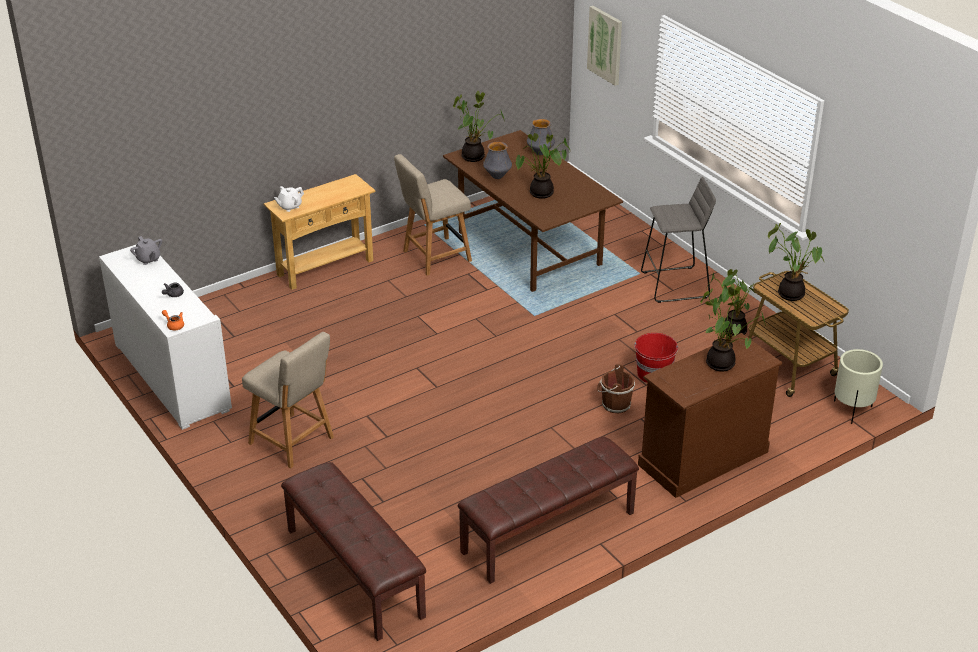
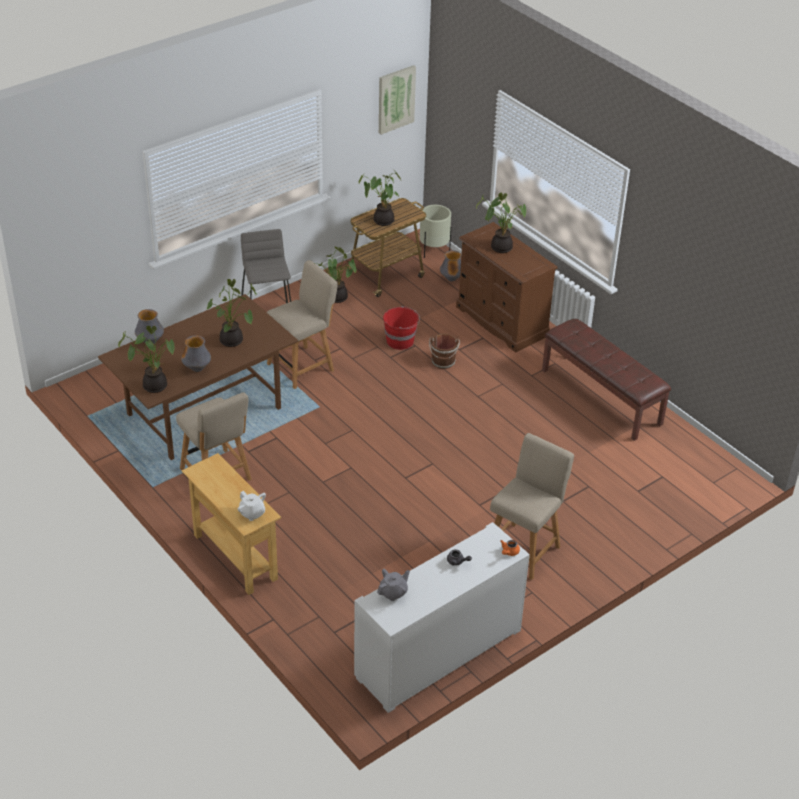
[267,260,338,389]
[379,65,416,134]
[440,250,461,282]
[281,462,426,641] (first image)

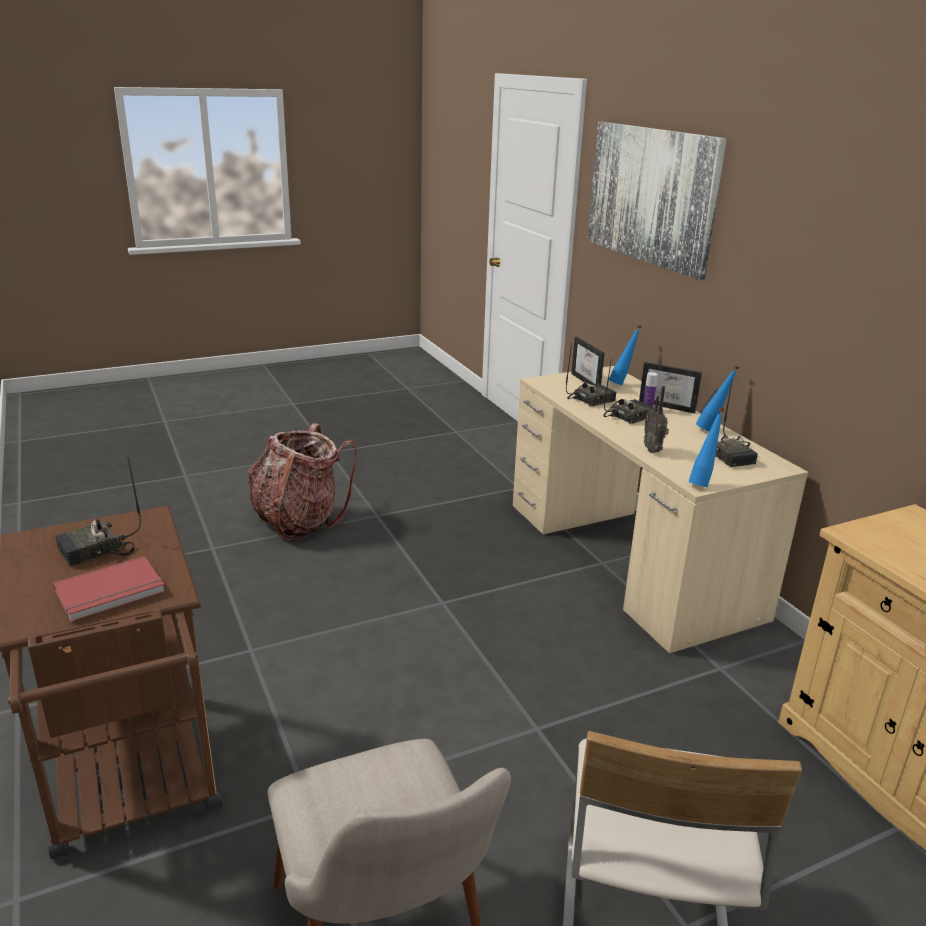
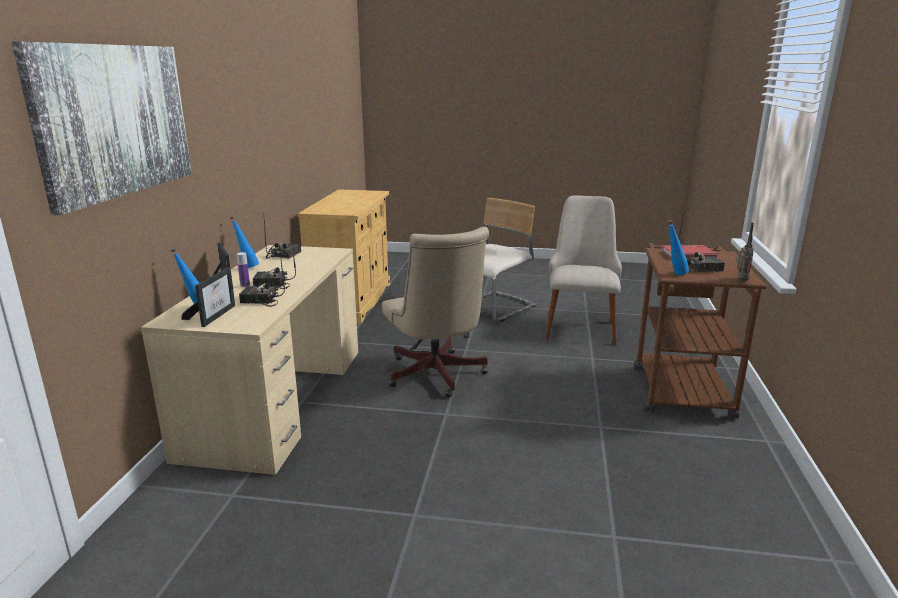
[382,227,489,397]
[668,220,689,275]
[736,223,754,281]
[247,423,358,540] (first image)

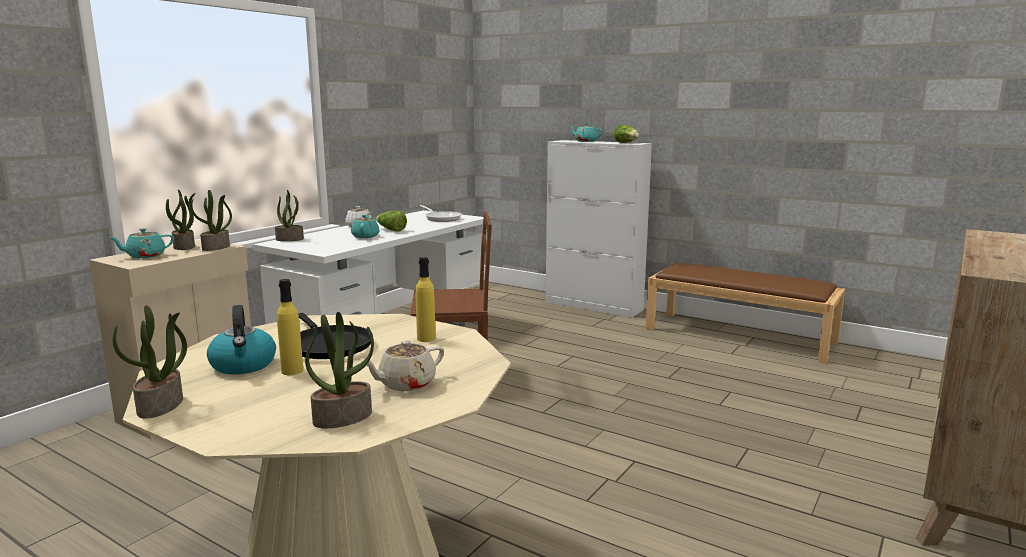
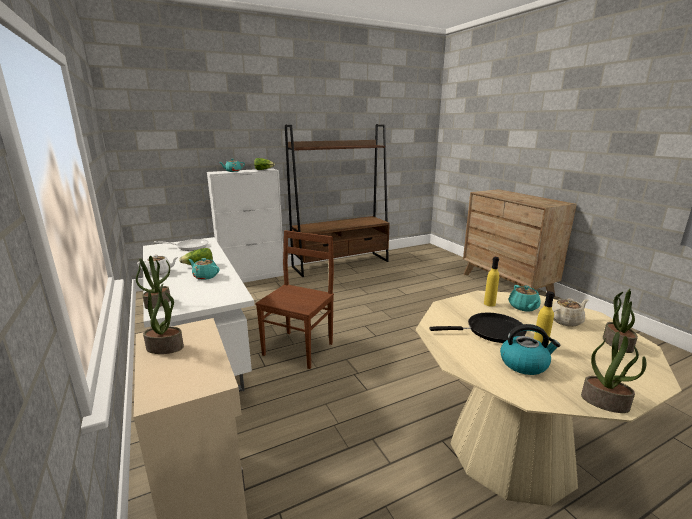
[285,124,390,277]
[508,285,541,312]
[552,298,589,327]
[191,190,232,251] (first image)

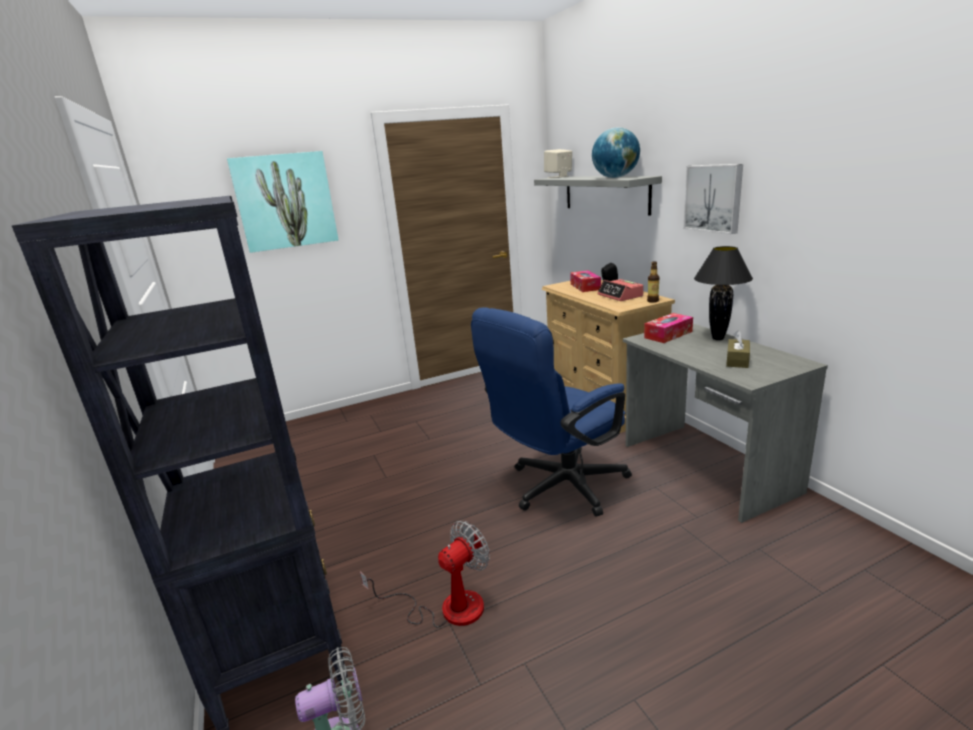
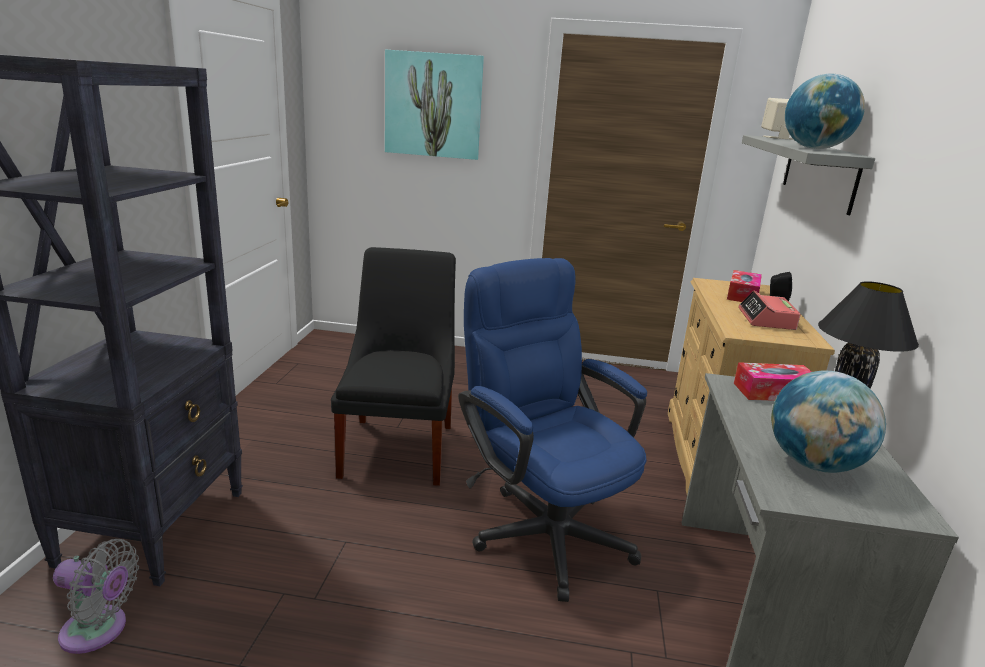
[331,247,456,486]
[458,258,647,602]
[771,370,886,473]
[360,520,490,628] (first image)
[647,261,659,303] (first image)
[683,164,743,234] (first image)

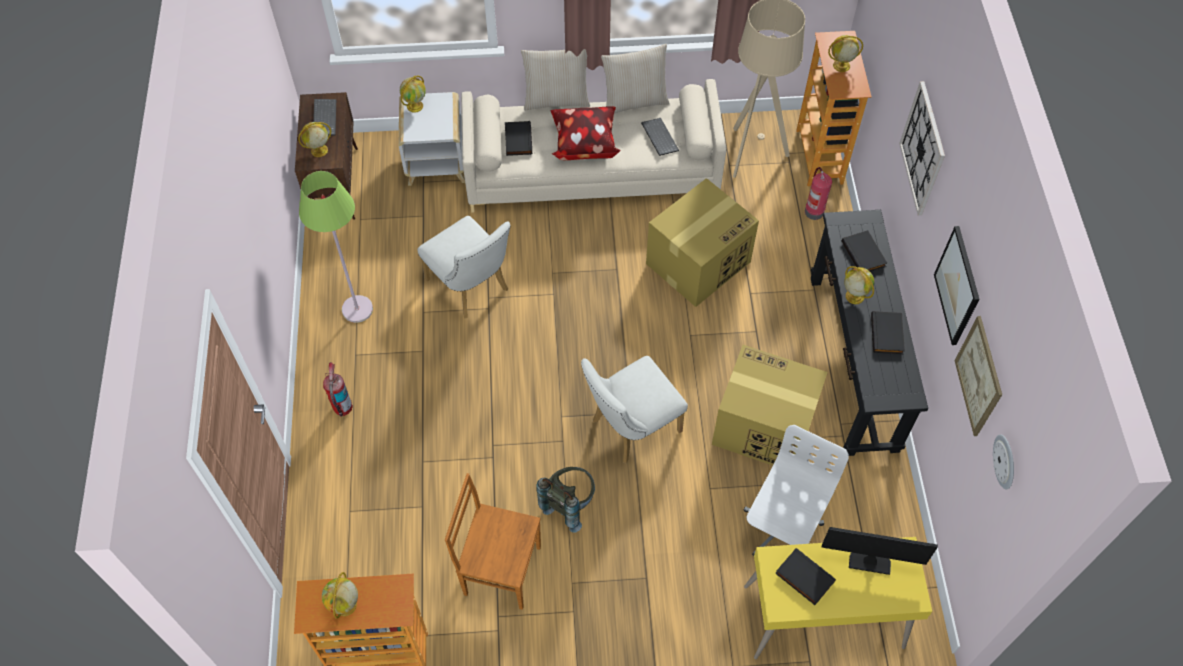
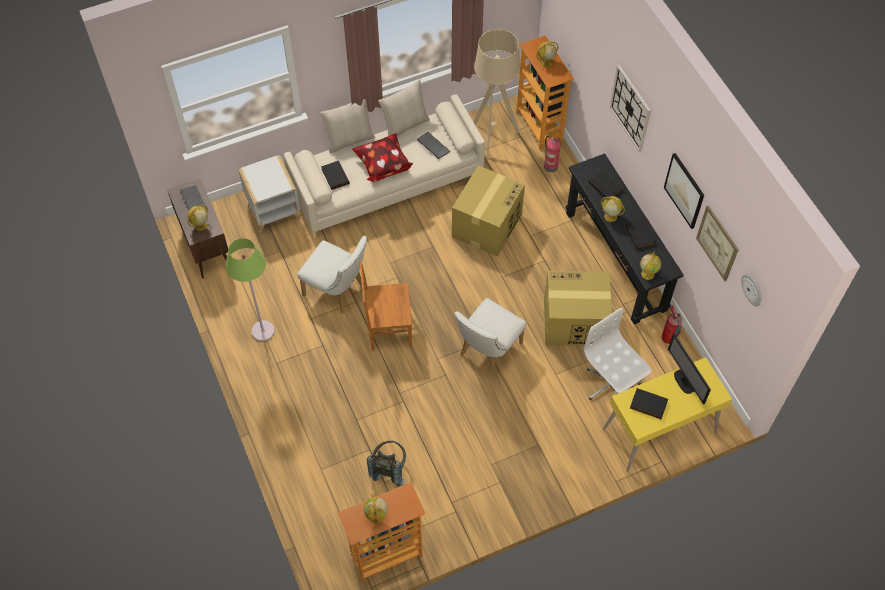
[360,262,412,351]
[367,441,406,487]
[584,308,651,400]
[640,252,661,280]
[662,306,682,344]
[668,333,711,404]

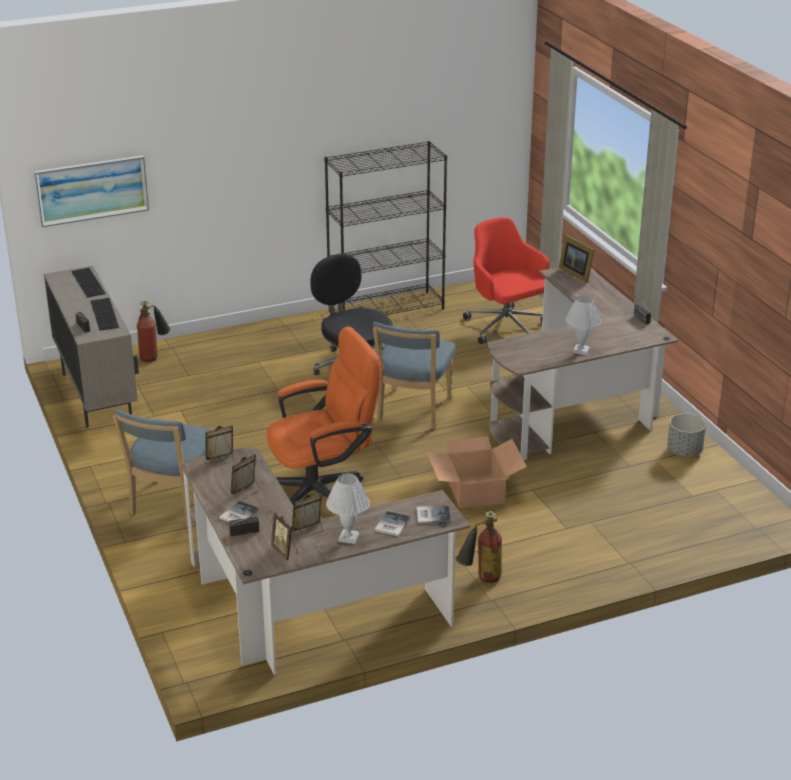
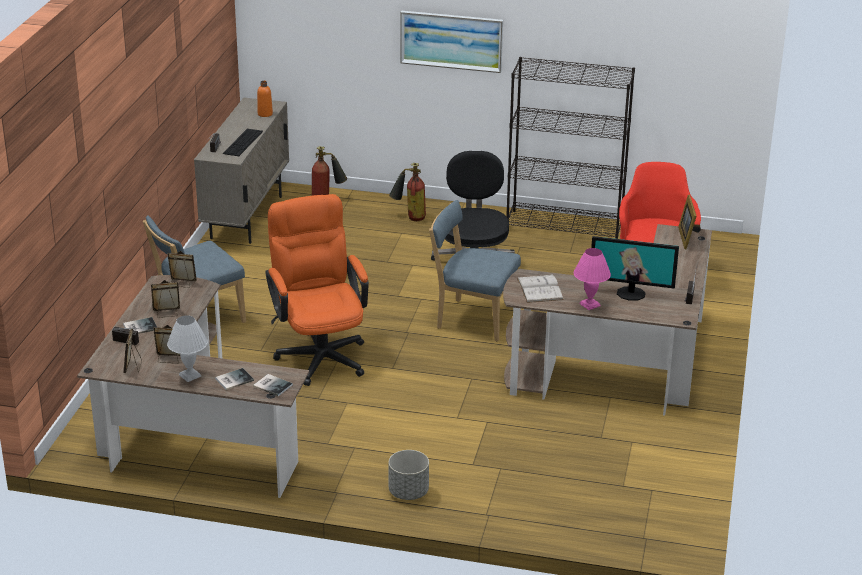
[257,81,273,117]
[265,194,369,386]
[389,163,426,221]
[389,450,429,500]
[400,11,503,73]
[429,200,521,341]
[517,274,564,303]
[574,248,611,310]
[591,236,679,301]
[427,436,527,508] (first image)

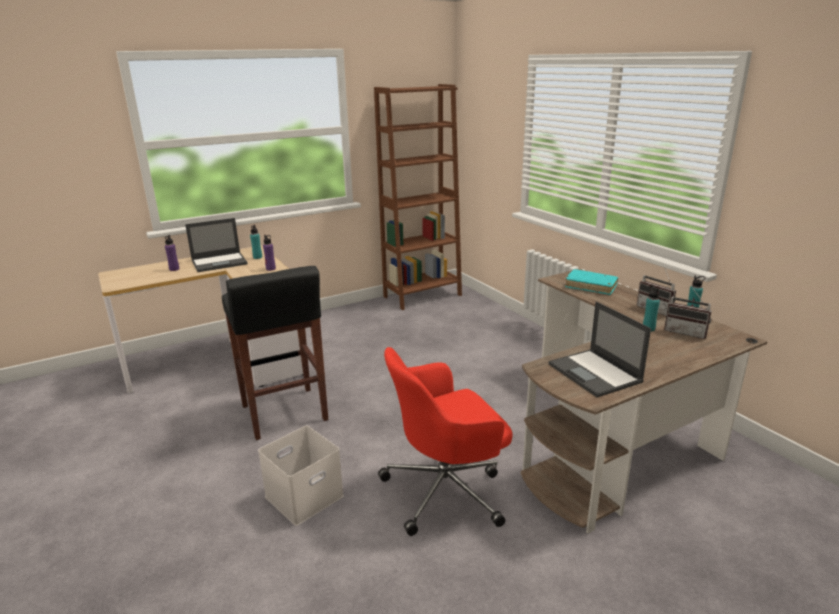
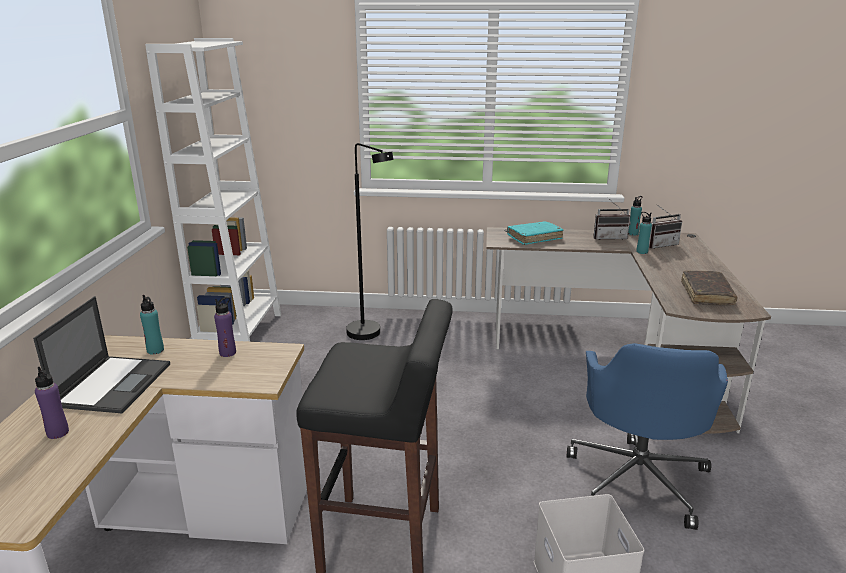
[145,38,281,342]
[346,143,394,340]
[567,343,728,530]
[681,271,737,305]

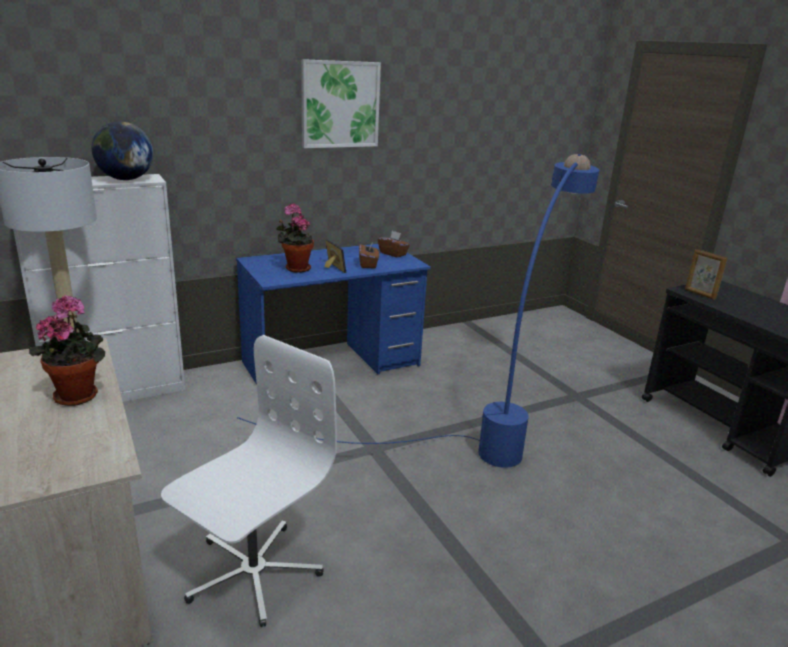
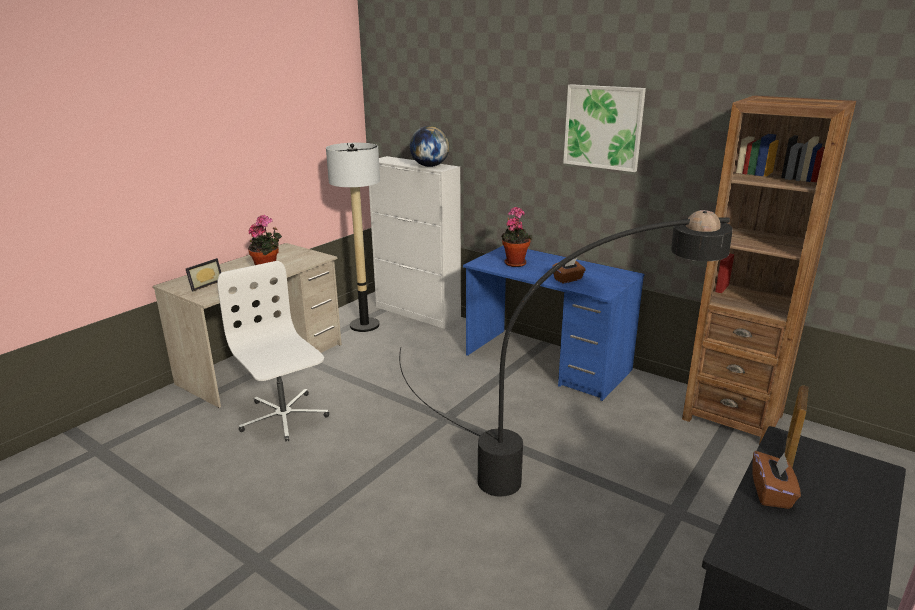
[186,258,221,292]
[217,261,329,442]
[399,210,733,497]
[682,96,856,444]
[752,451,801,509]

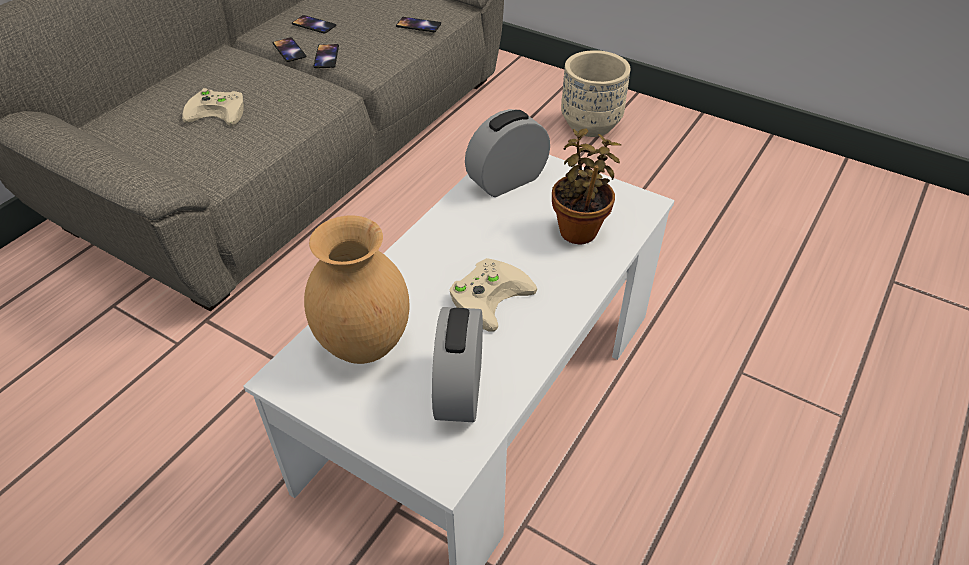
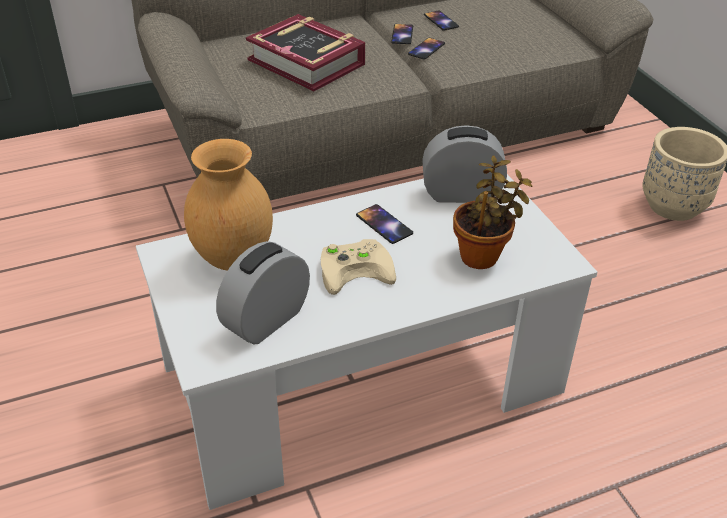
[246,14,365,91]
[356,204,413,244]

